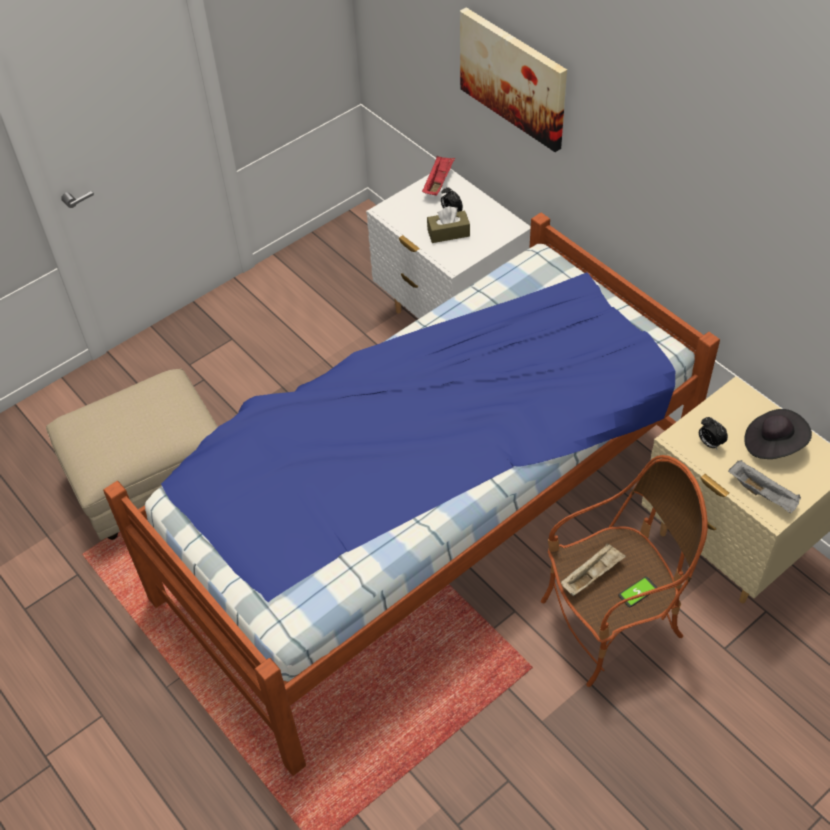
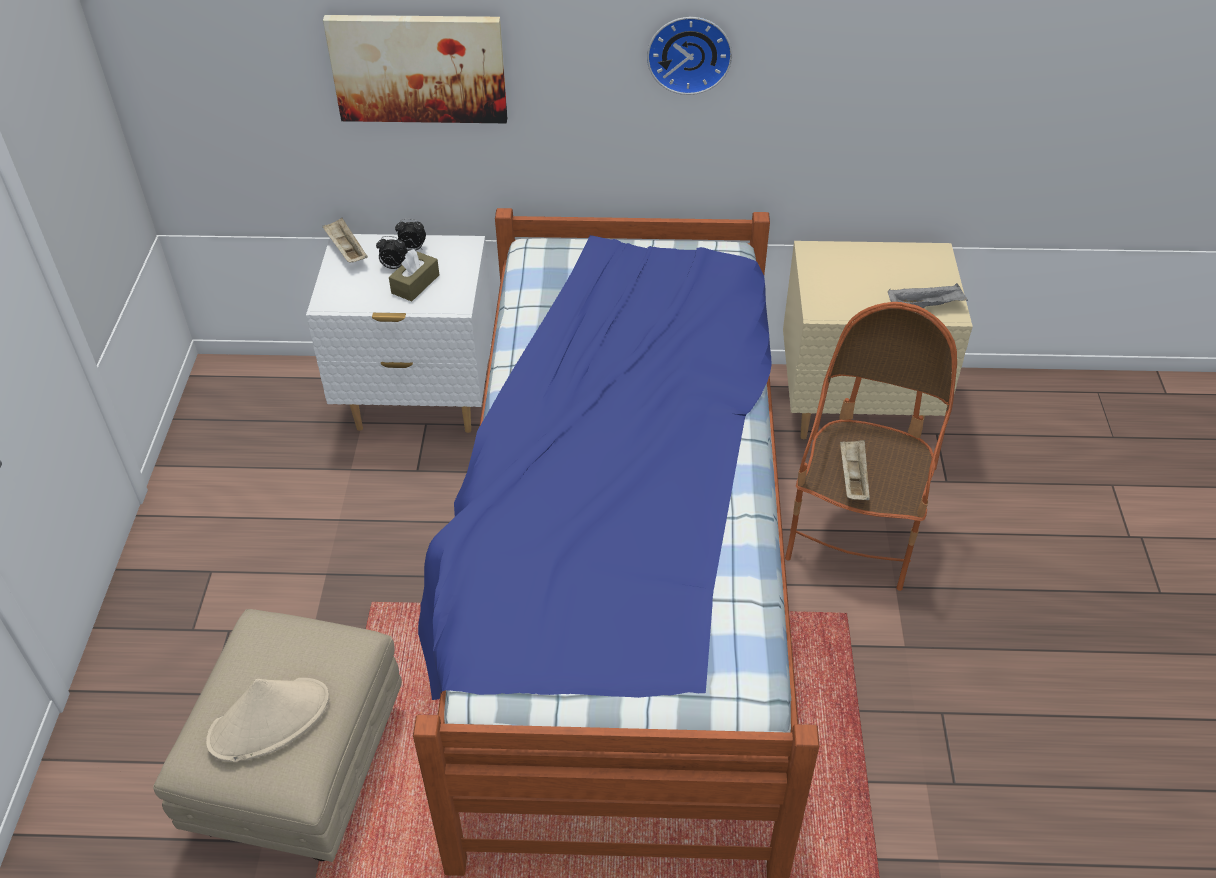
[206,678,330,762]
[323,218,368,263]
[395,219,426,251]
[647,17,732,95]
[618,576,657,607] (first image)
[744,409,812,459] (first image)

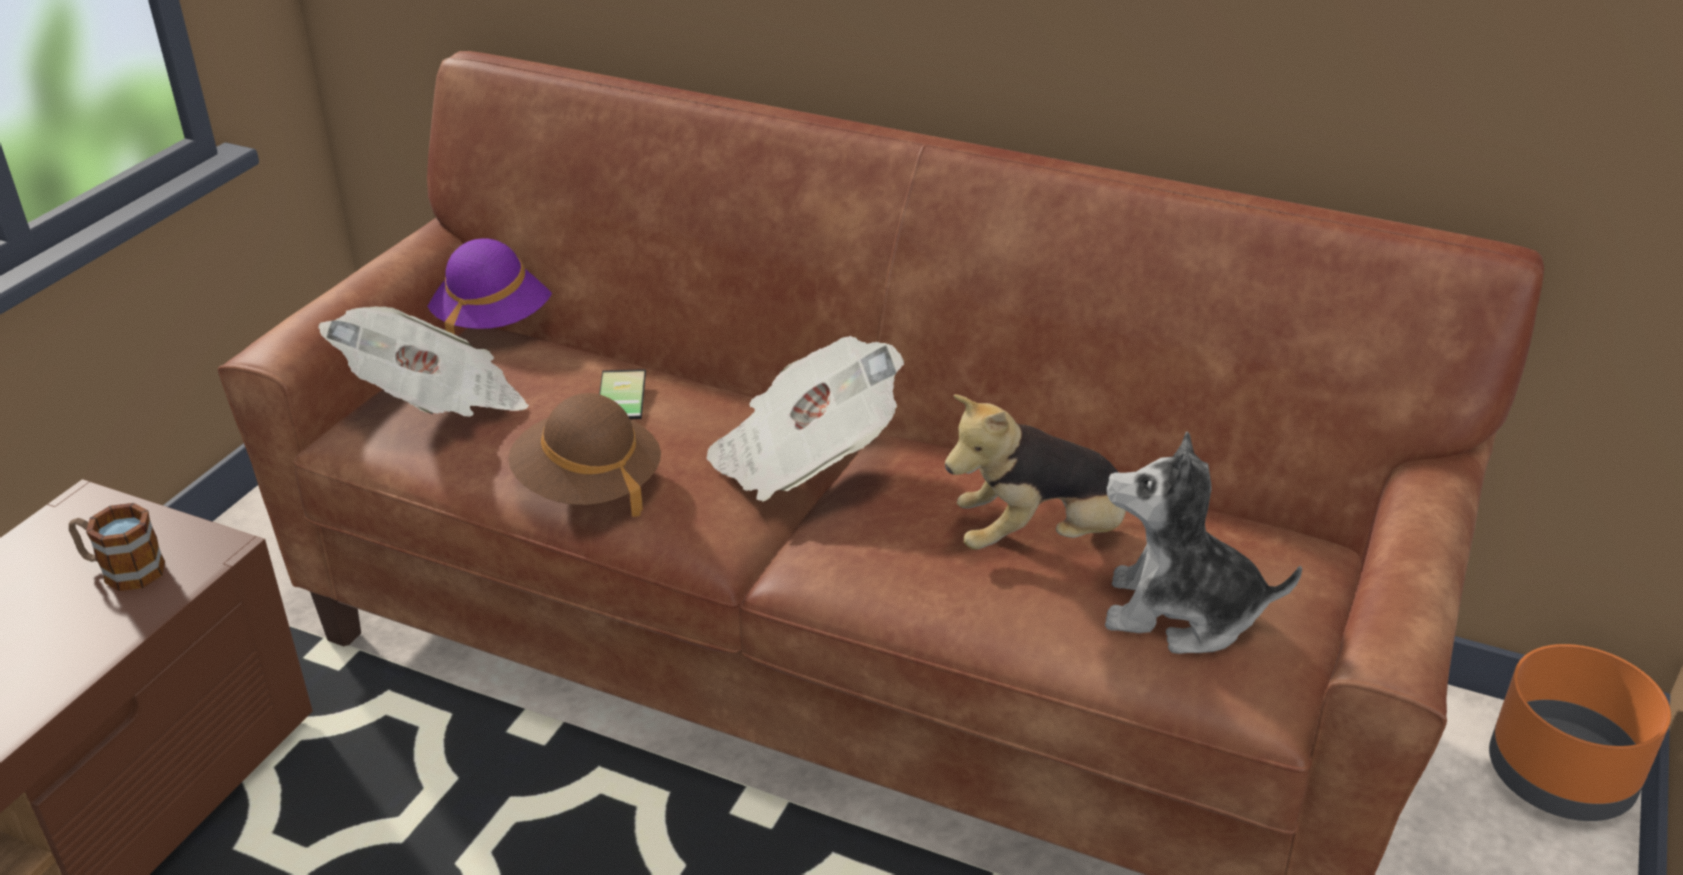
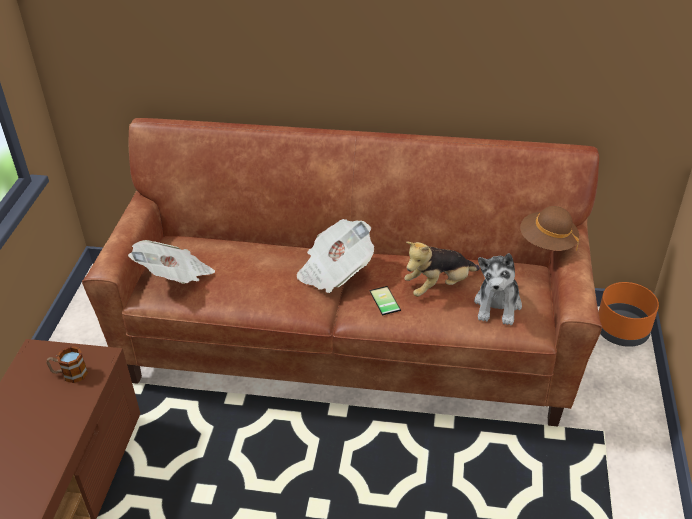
[369,286,401,315]
[474,253,522,325]
[520,206,579,251]
[428,238,552,335] (first image)

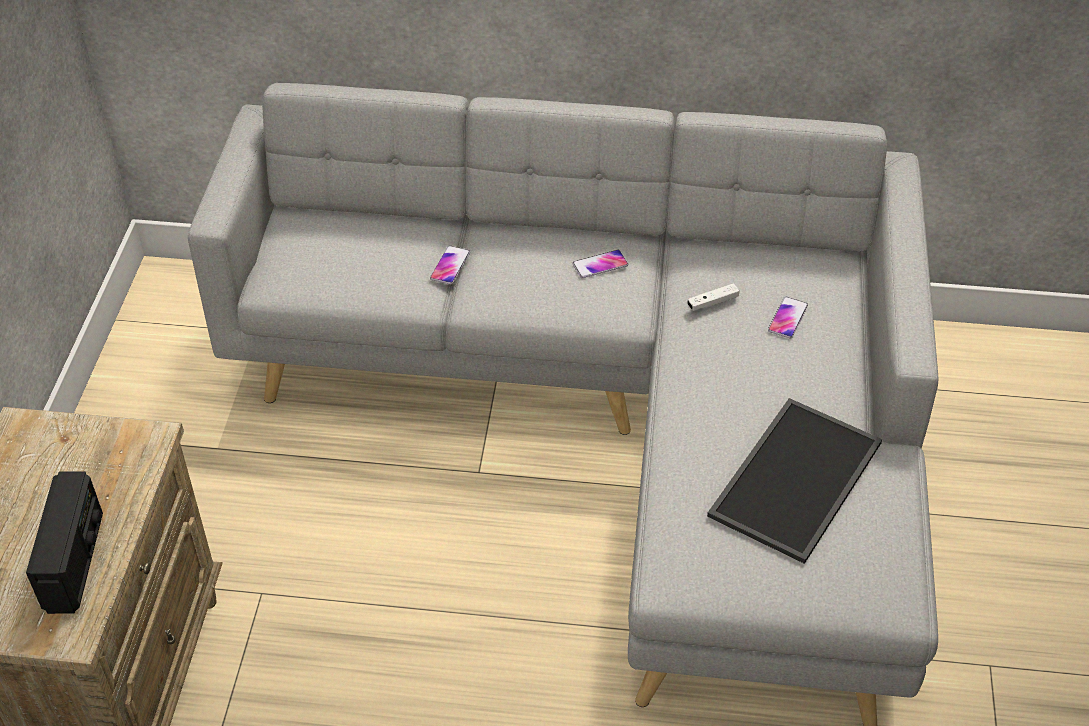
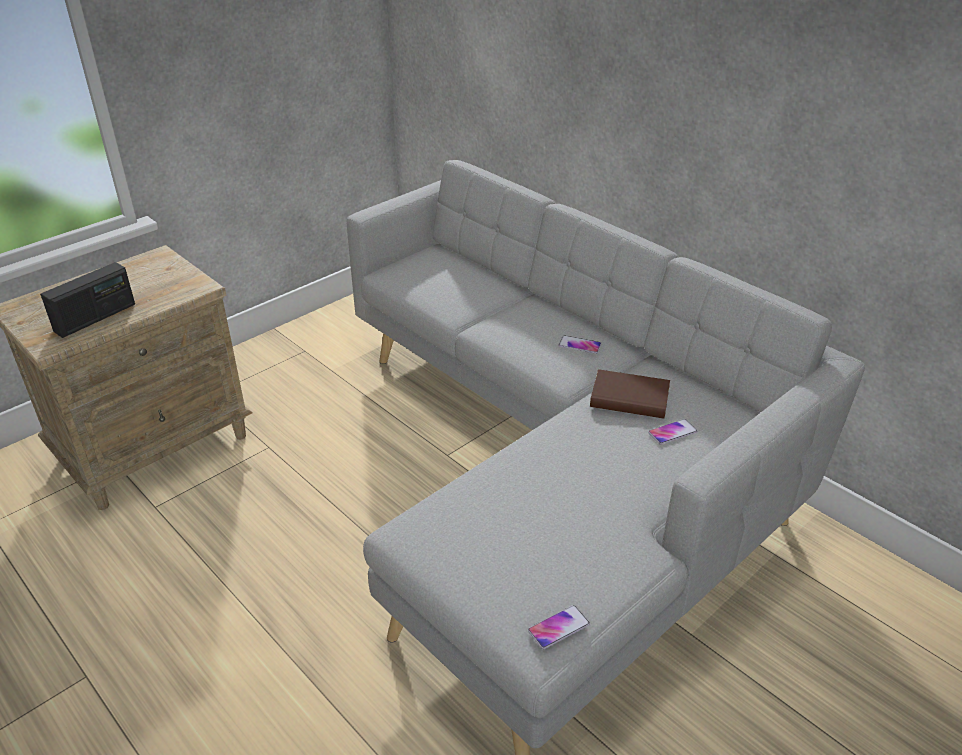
[528,605,590,649]
[590,369,670,418]
[707,398,882,564] (first image)

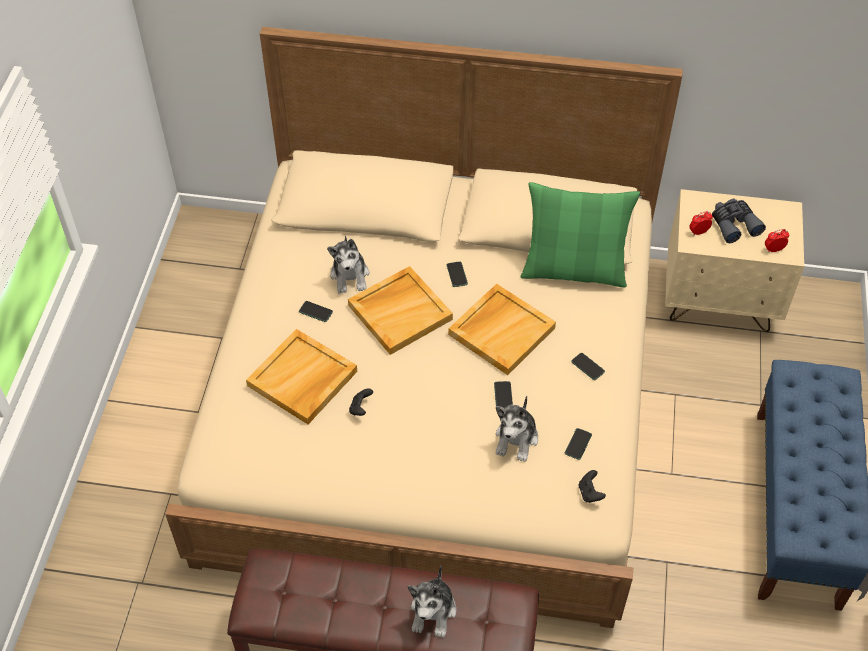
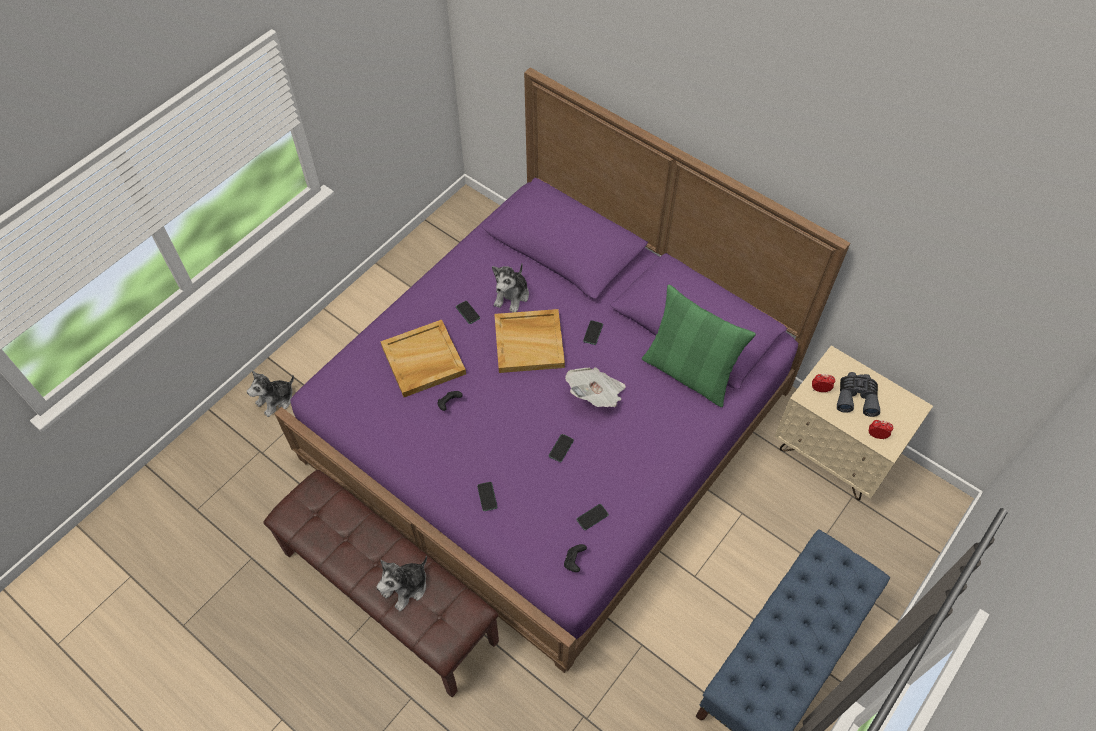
[247,370,294,417]
[274,67,850,673]
[477,482,497,511]
[565,367,626,407]

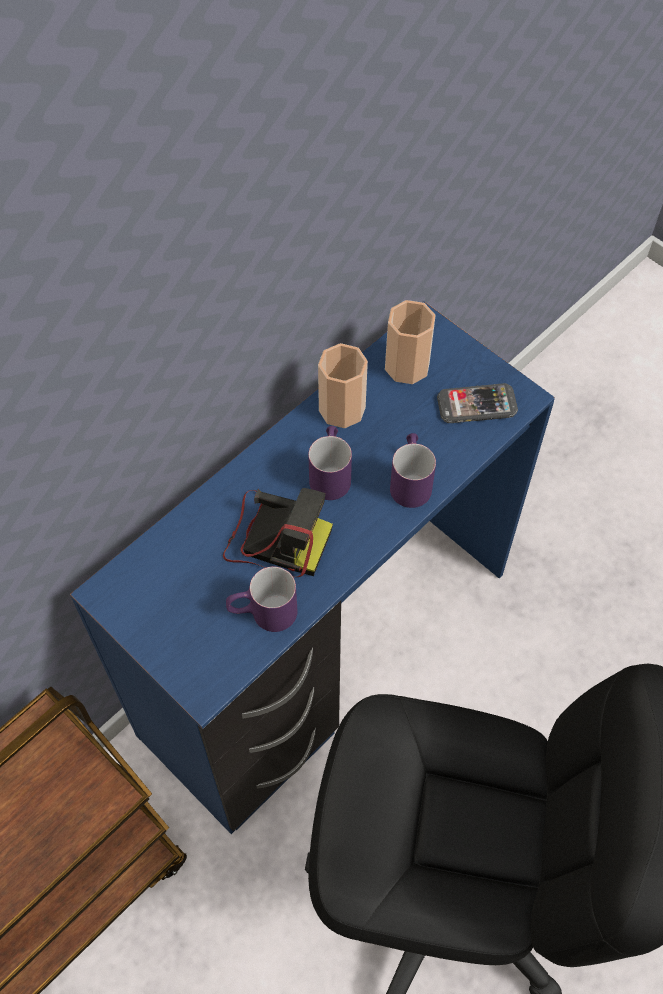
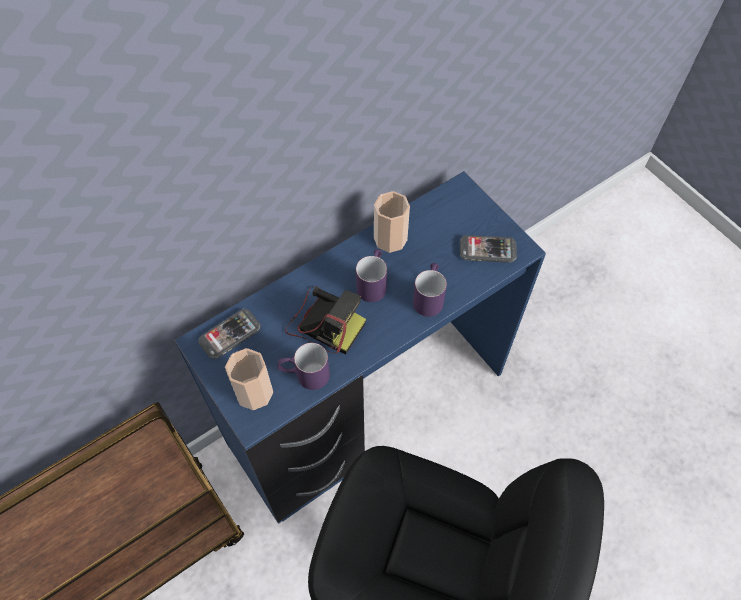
[199,309,261,359]
[225,348,273,410]

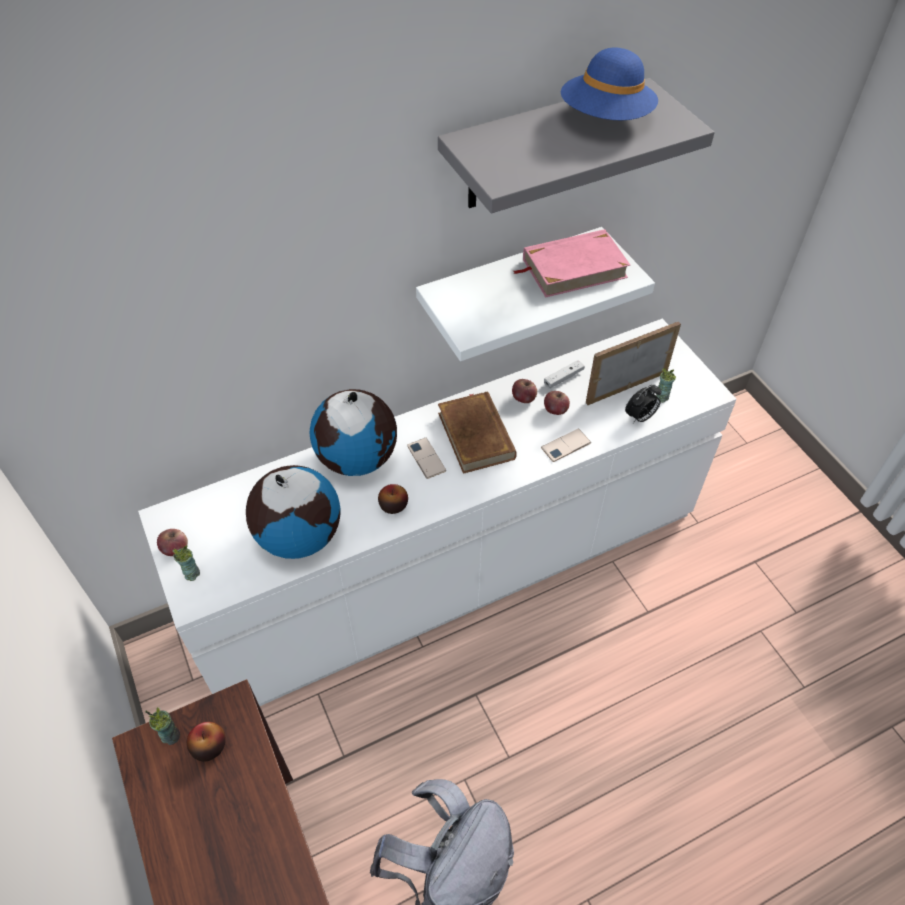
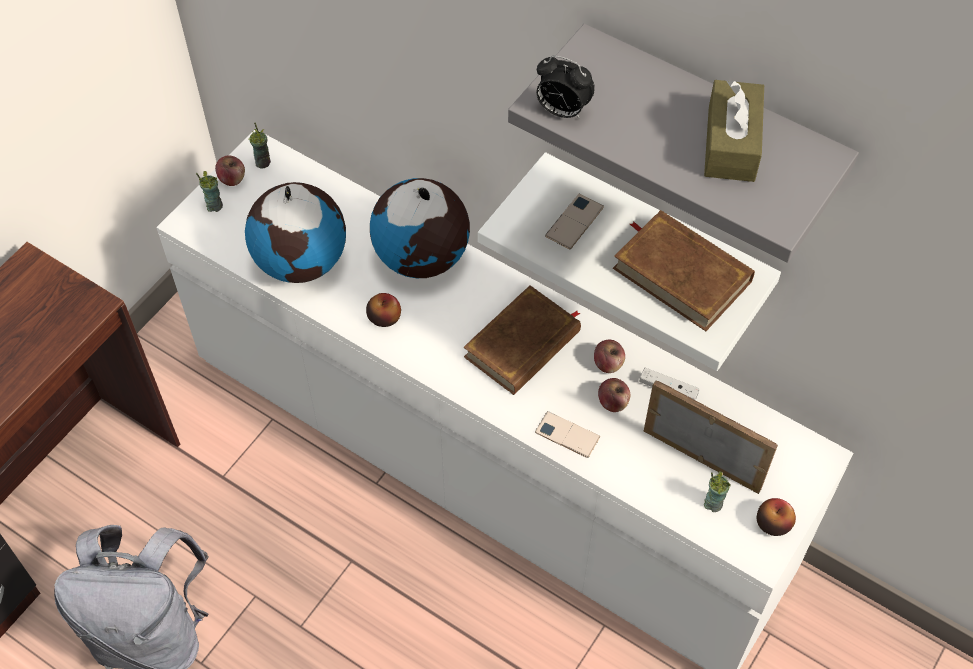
[248,123,271,169]
[536,55,595,119]
[545,193,604,249]
[613,210,755,331]
[704,80,764,182]
[757,498,796,536]

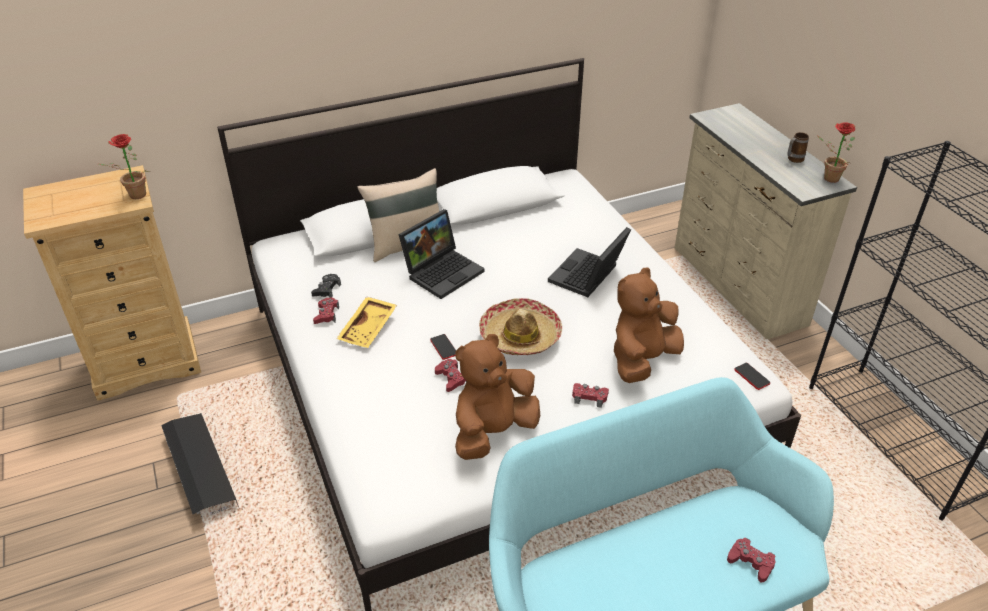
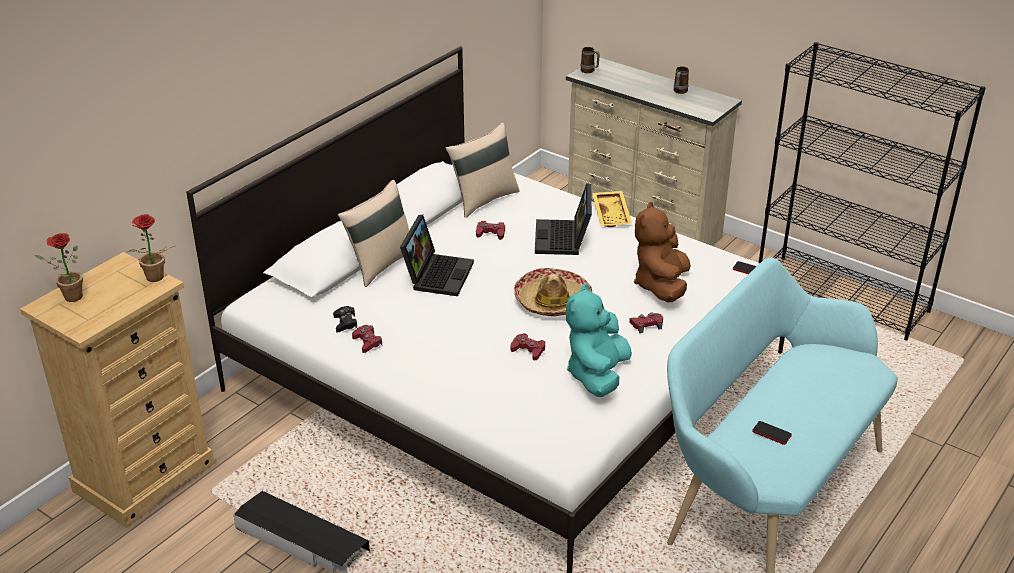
[35,233,83,302]
[446,123,520,218]
[476,221,505,240]
[566,283,632,397]
[581,47,600,73]
[592,191,632,227]
[752,421,792,445]

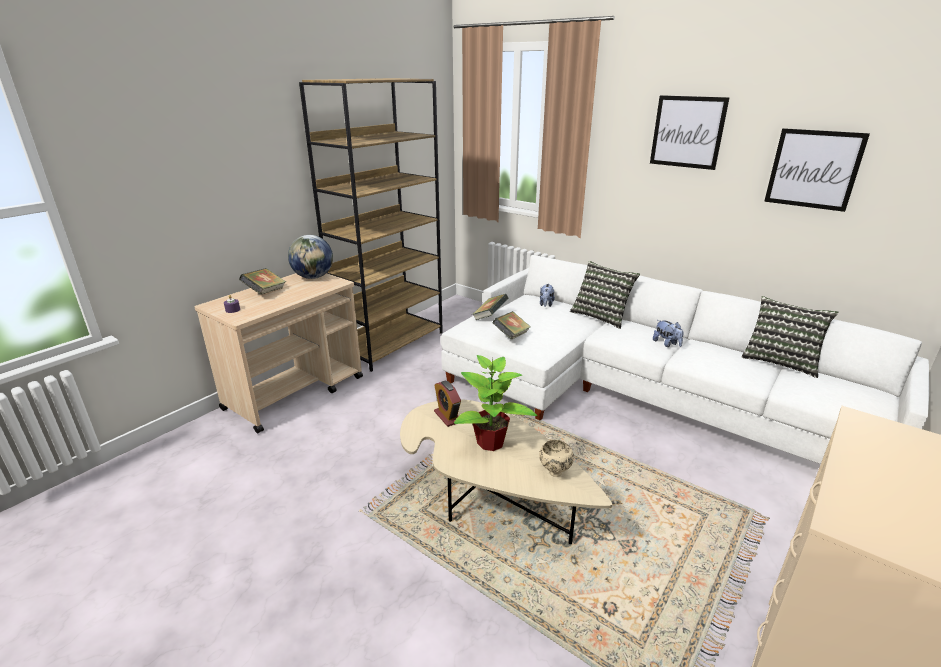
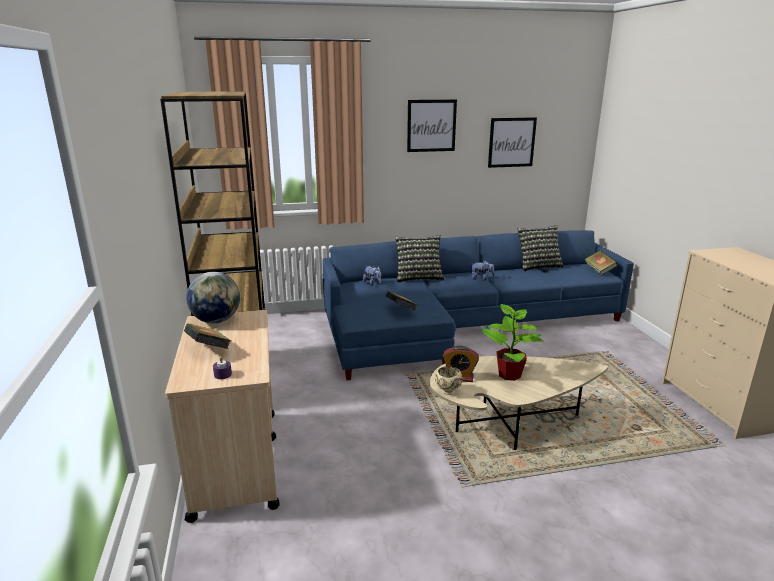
[322,230,634,380]
[435,367,463,395]
[585,250,618,275]

